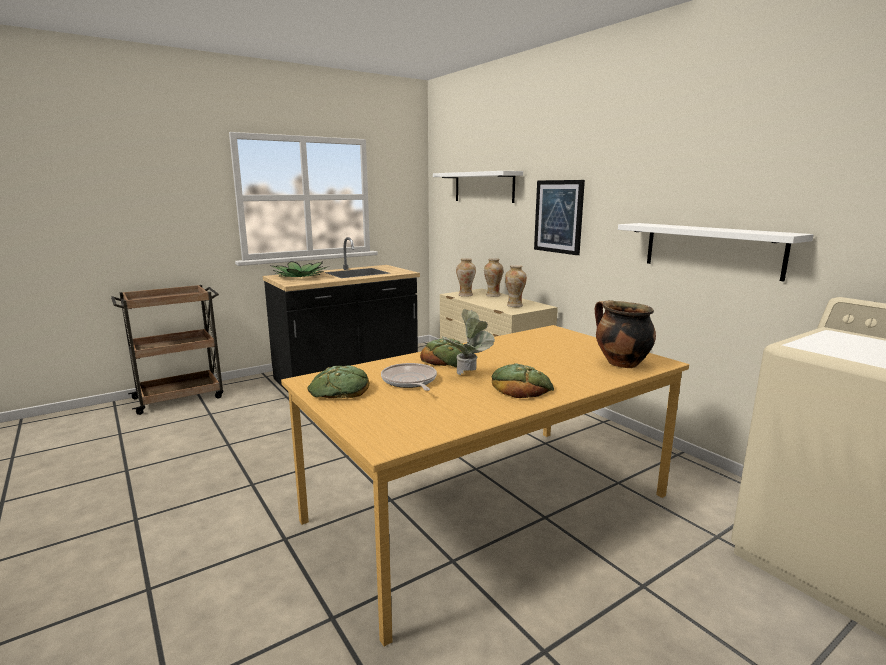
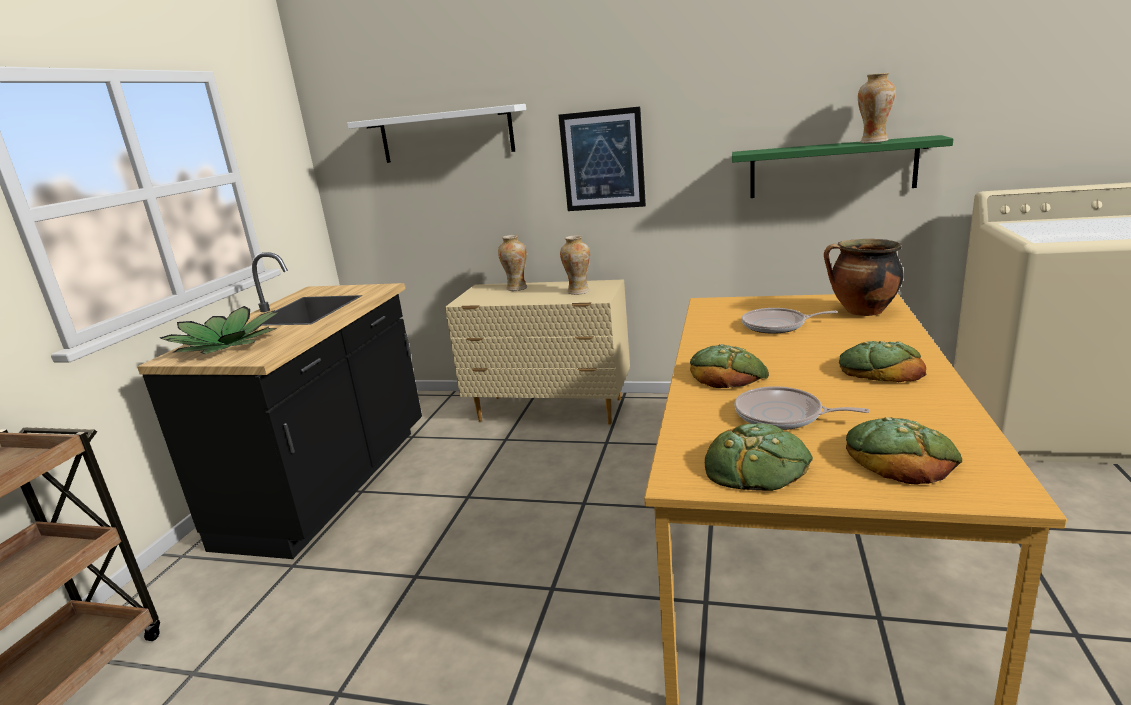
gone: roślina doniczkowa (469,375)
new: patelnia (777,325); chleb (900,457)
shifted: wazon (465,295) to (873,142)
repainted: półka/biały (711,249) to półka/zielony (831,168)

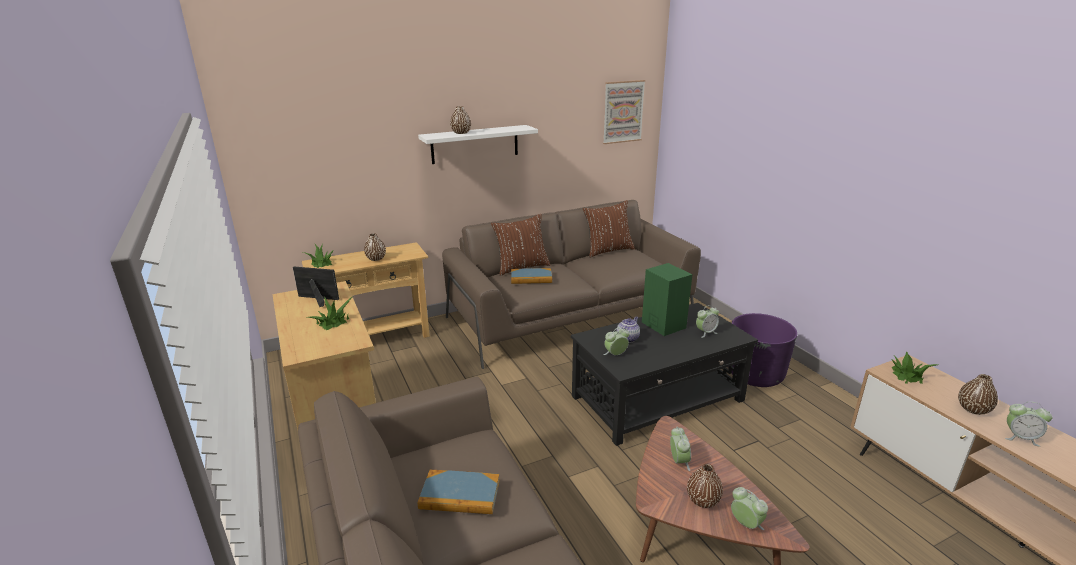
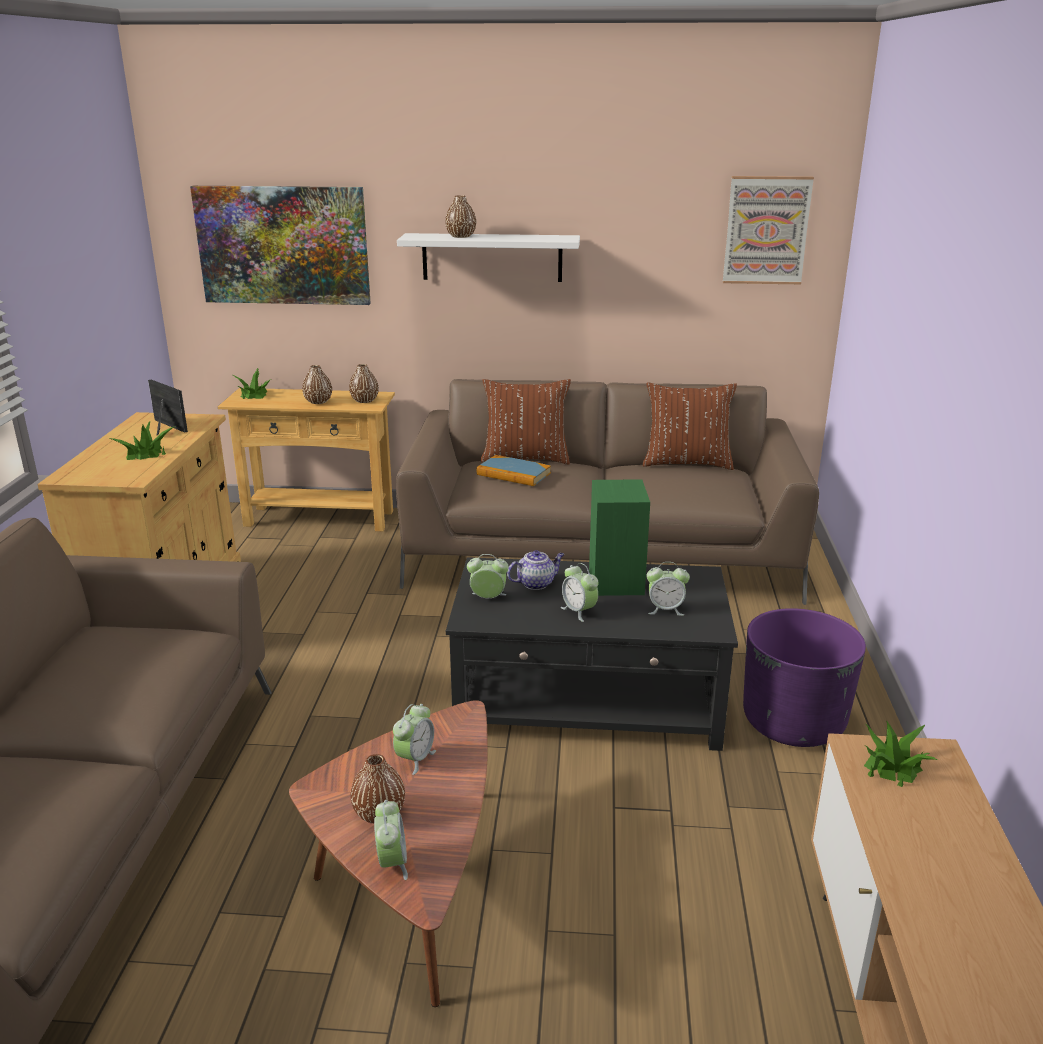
gone: książka (460,495)
new: obraz (283,245)
shifted: wazon/brązowy (973,409) to (364,400); budzik (1020,437) to (579,611)

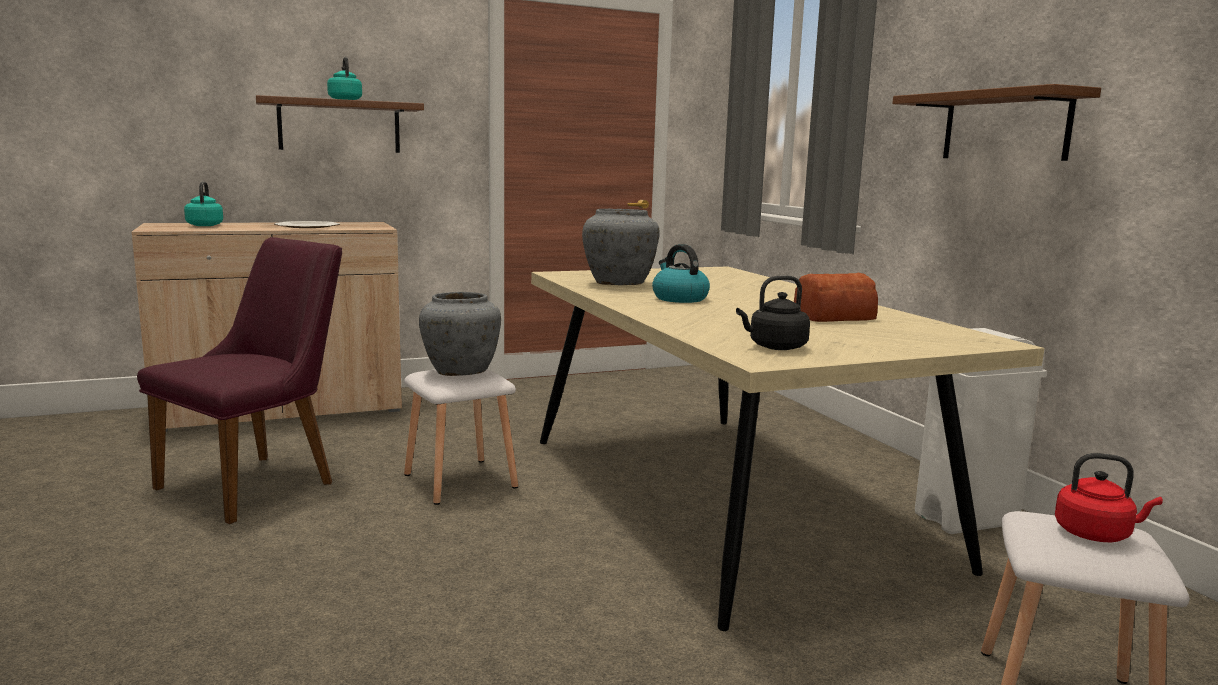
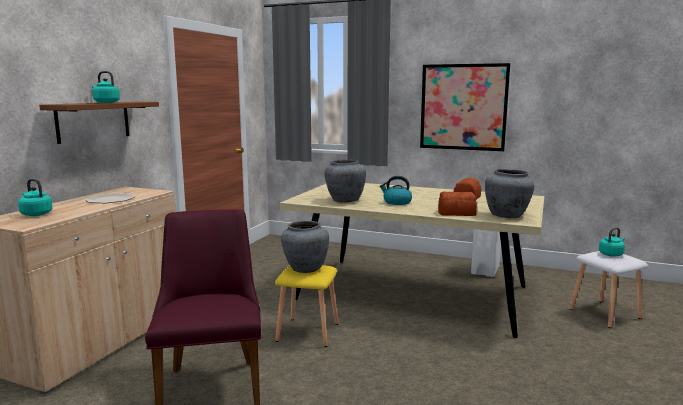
new: chleb (455,213)
swapped: półka/brązowy (1005,126) to obraz (463,107); czajnik/czarny (774,347) to wazon/szary (507,215)
repainted: stołek/biały (458,480) to stołek/żółty (306,332); czajnik/czerwony (1096,534) to czajnik/turkusowy (611,254)

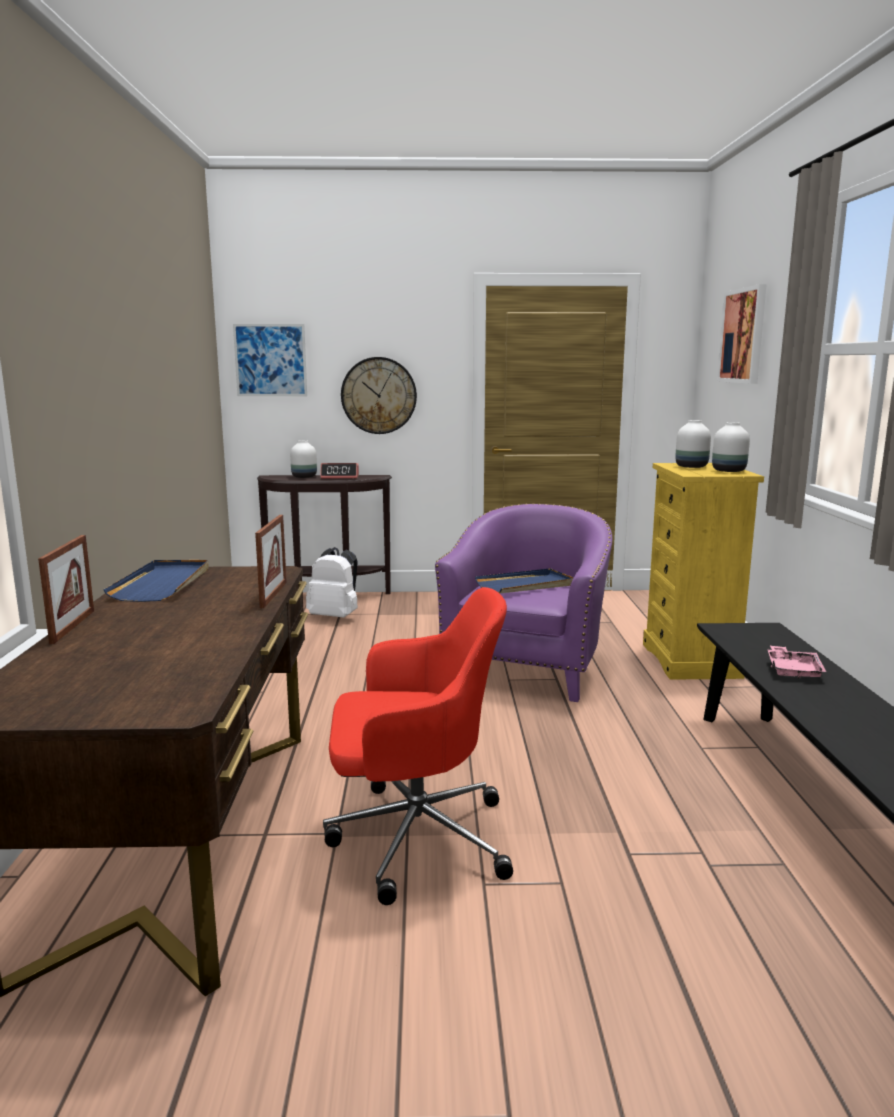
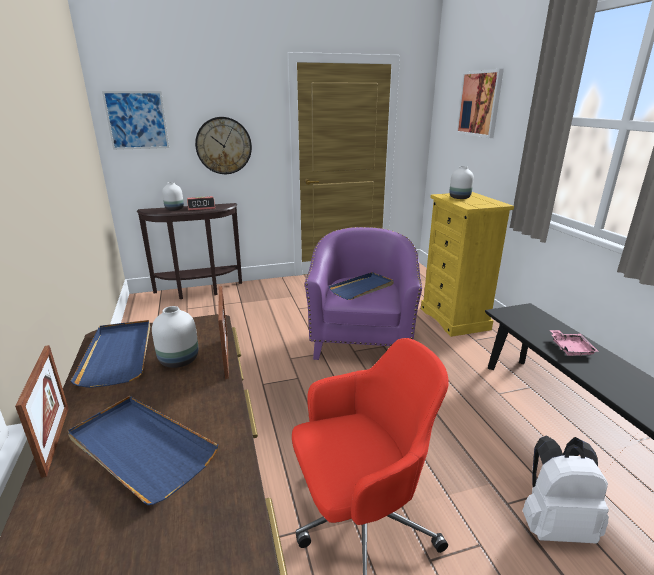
new: taca/niebieski (140,449)
shifted: wazon/biały (729,471) to (180,360); plecak/biały (335,617) to (554,525)

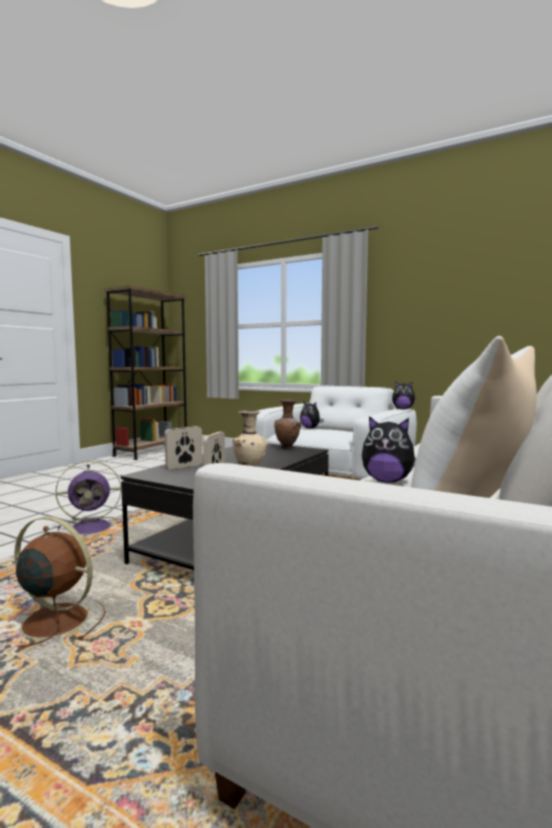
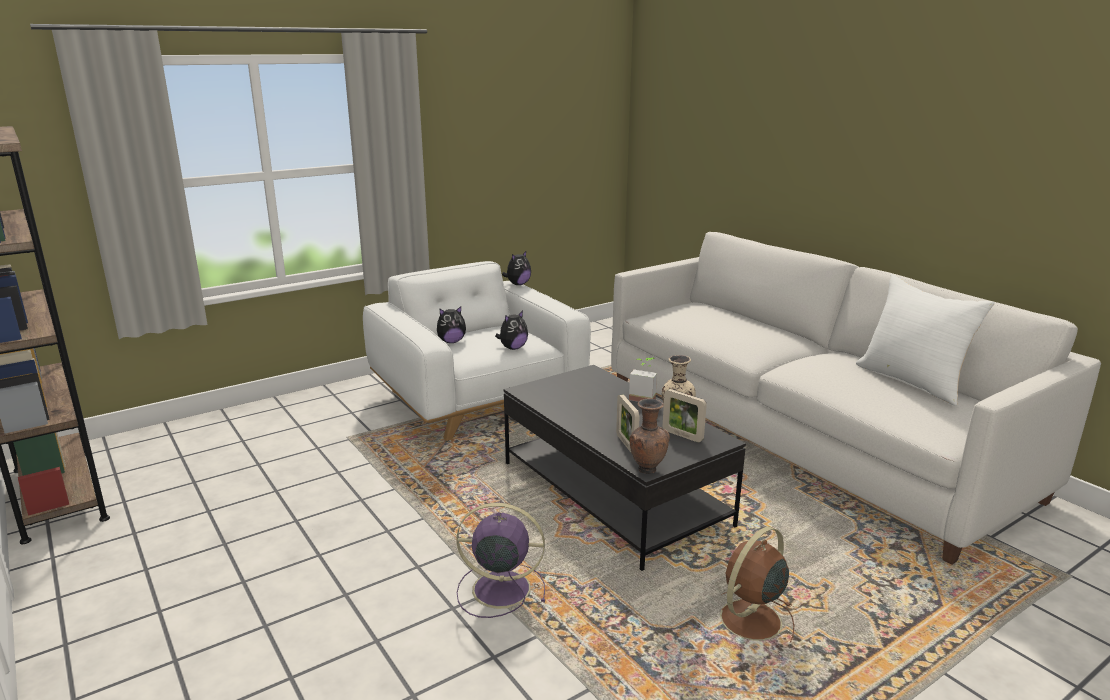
new: roślina doniczkowa (643,397)
shifted: pluszak (387,481) to (513,348); wazon/brązowy (287,448) to (647,469)
rotated: wentylator/fioletowy (93,528) = (498,589) 90 degrees counterclockwise

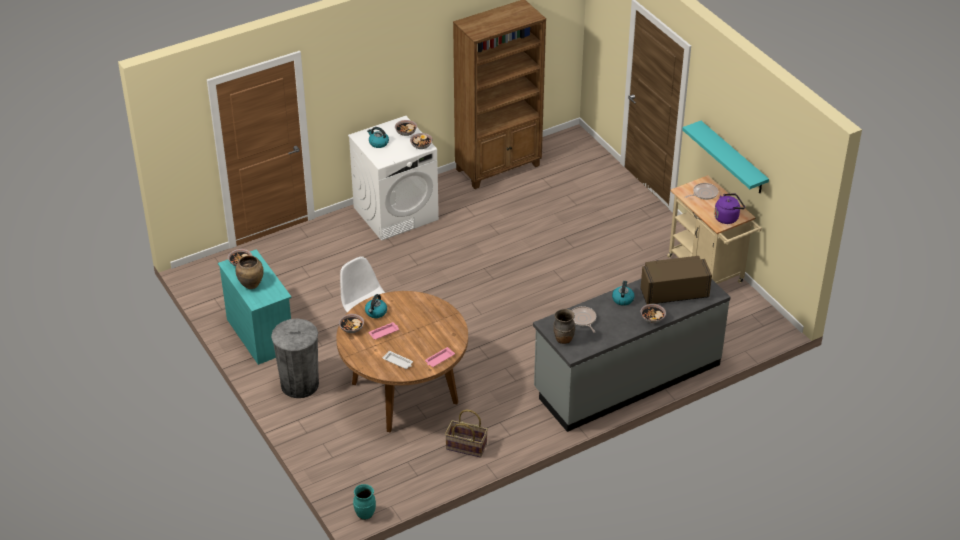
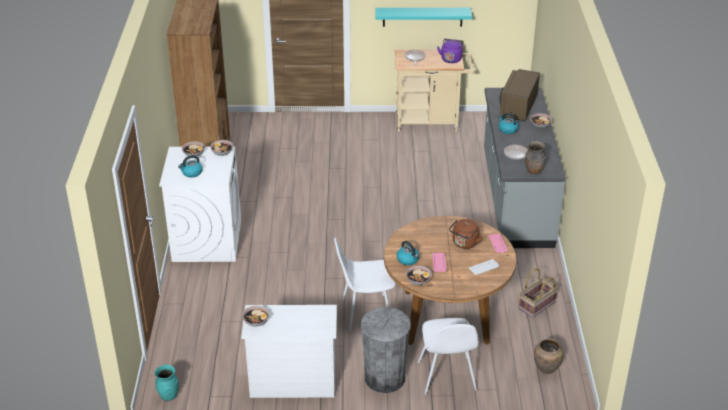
new: krzesło/biały (447,377); czajnik/brązowy (464,244)
shifted: wazon/turkusowy (365,513) to (168,395); wazon/brązowy (251,285) to (546,369)
repainted: komoda/turkusowy (260,334) to komoda/biały (292,381)

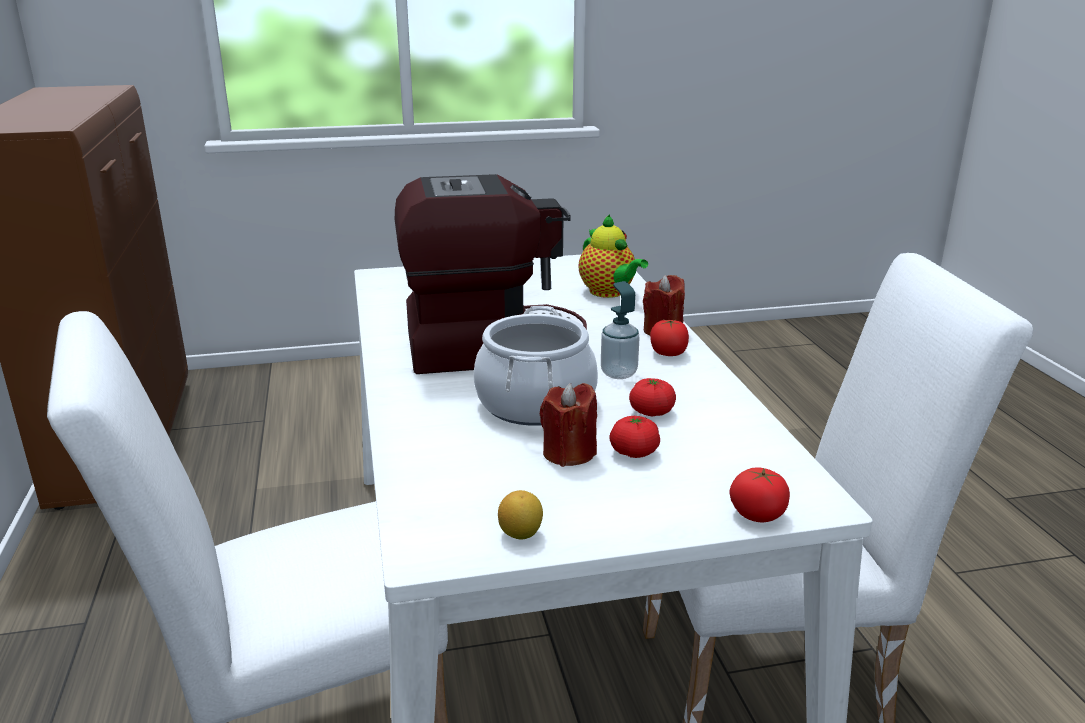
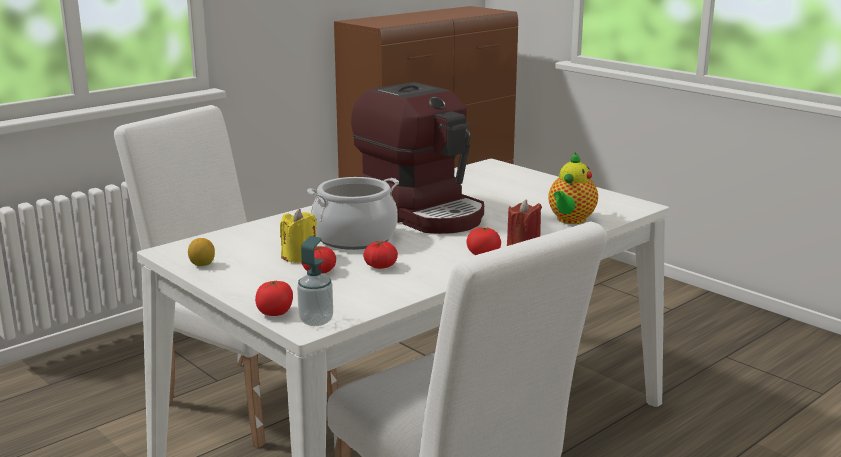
shifted: dozownik mydła (618,373) to (316,320)
repainted: świeca/czerwony (569,453) to świeca/żółty (300,257)

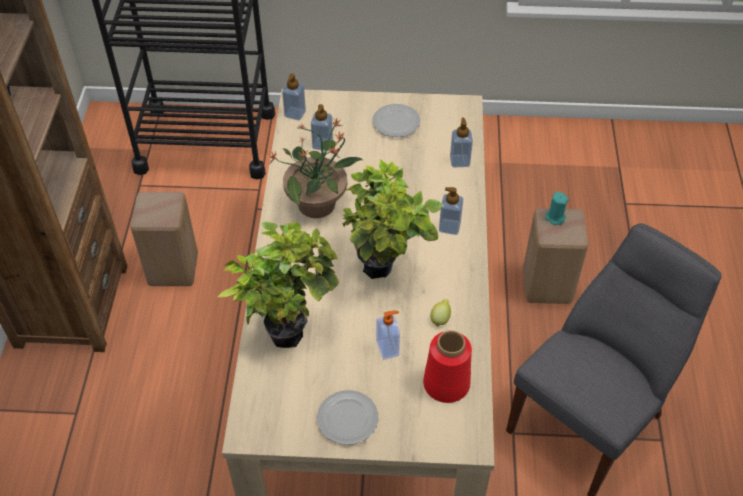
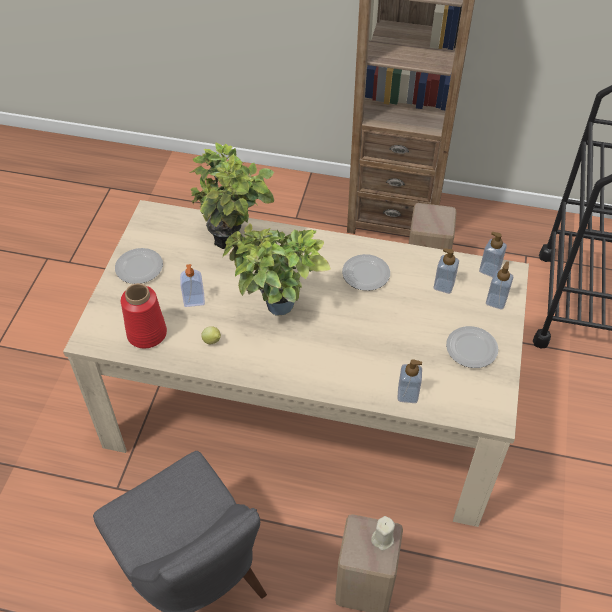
shifted: dozownik mydła (449,227) to (496,301)
swapped: roślina doniczkowa (318,204) to talerz (365,274)
repainted: świeca/turkusowy (555,218) to świeca/beżowy (382,539)

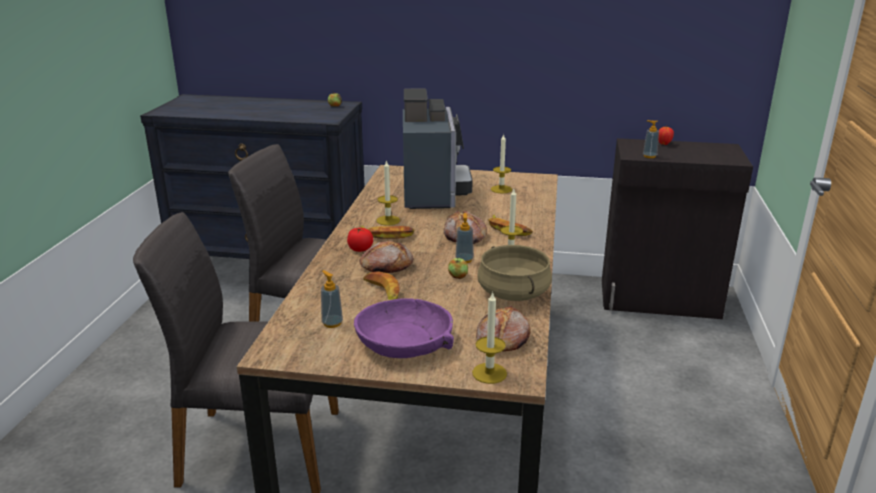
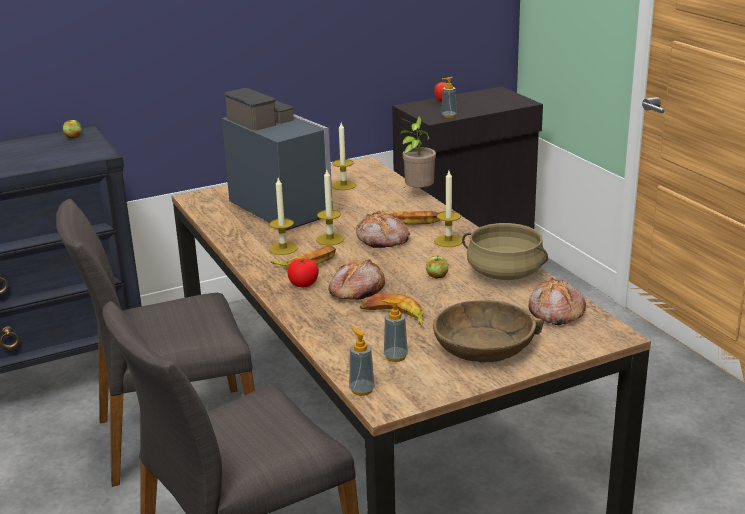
new: roślina doniczkowa (418,193)
shifted: świeca (489,373) to (330,239); dozownik mydła (464,260) to (362,390)
repainted: miska/fioletowy (405,341) to miska/brązowy (484,345)

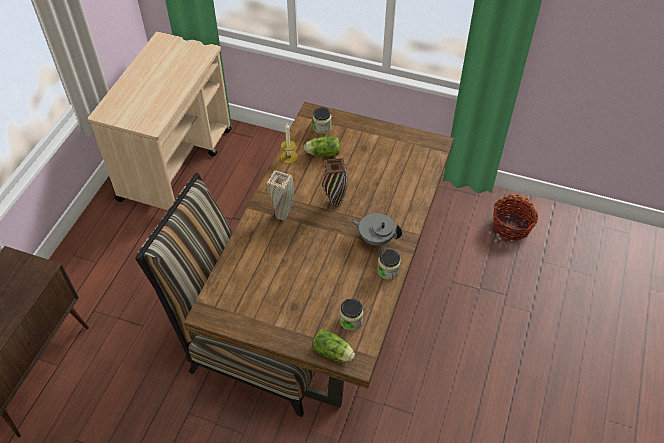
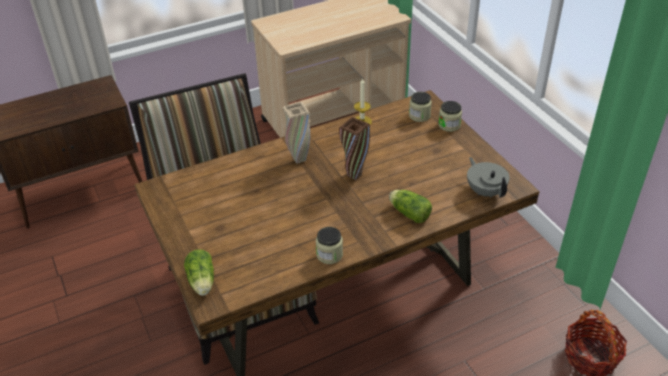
shifted: sałata (322,153) to (408,213); słoik (351,320) to (449,125); imbryk/szary (375,238) to (485,191)

